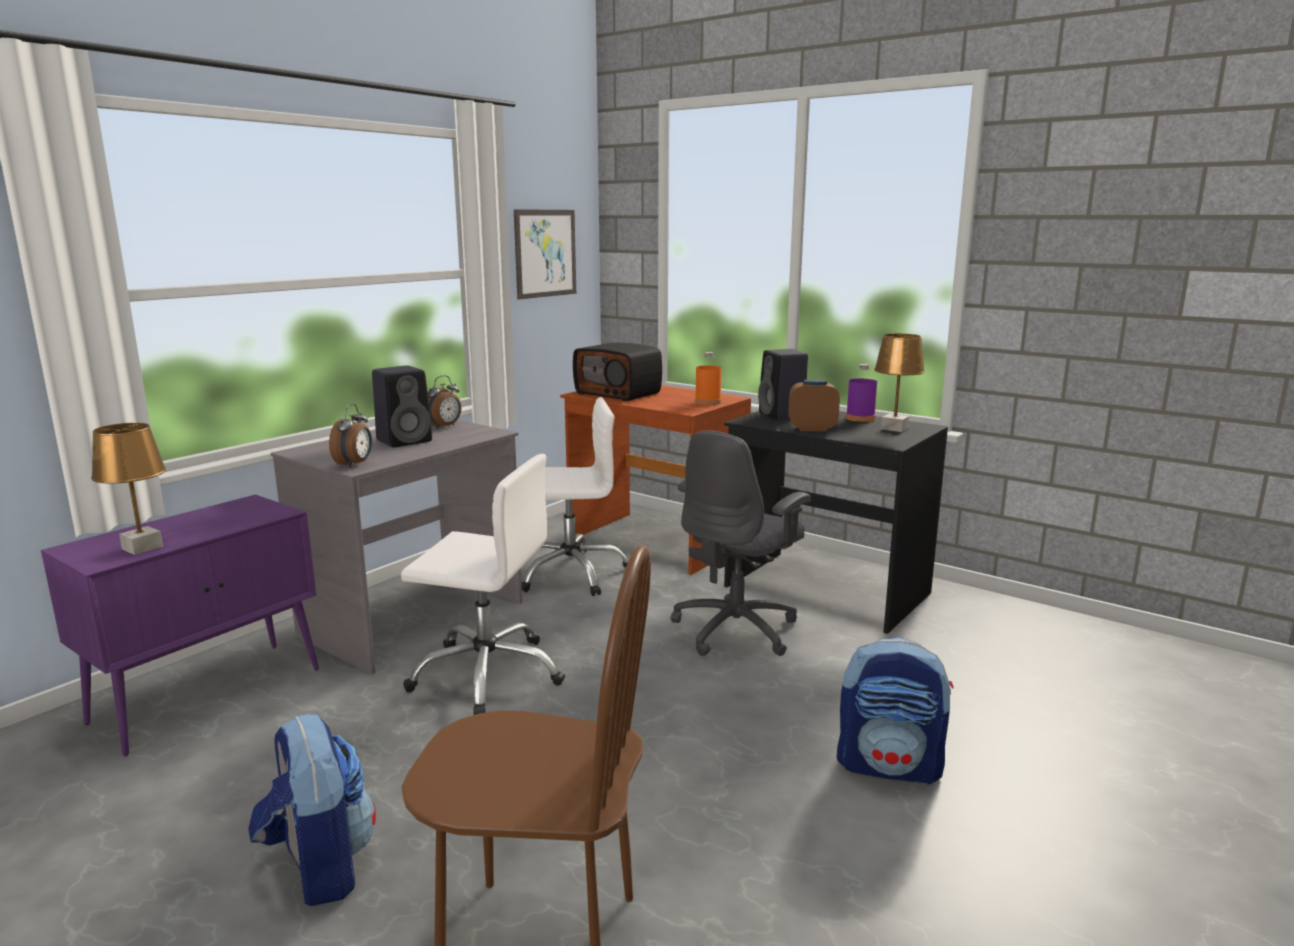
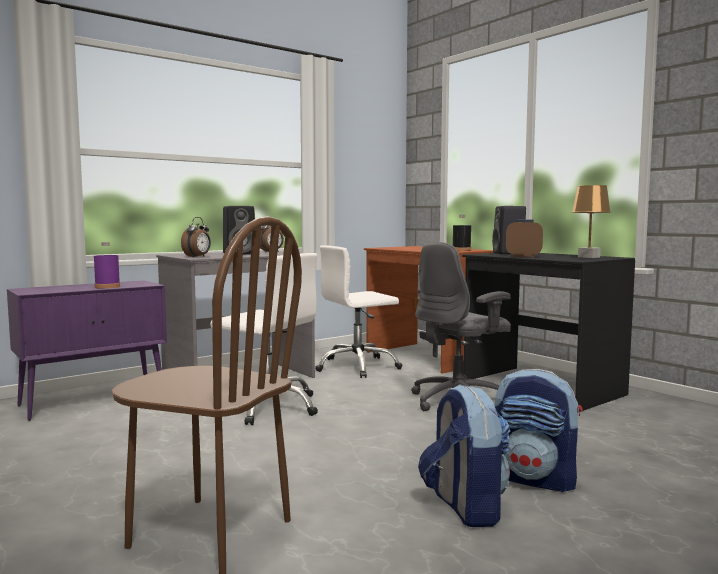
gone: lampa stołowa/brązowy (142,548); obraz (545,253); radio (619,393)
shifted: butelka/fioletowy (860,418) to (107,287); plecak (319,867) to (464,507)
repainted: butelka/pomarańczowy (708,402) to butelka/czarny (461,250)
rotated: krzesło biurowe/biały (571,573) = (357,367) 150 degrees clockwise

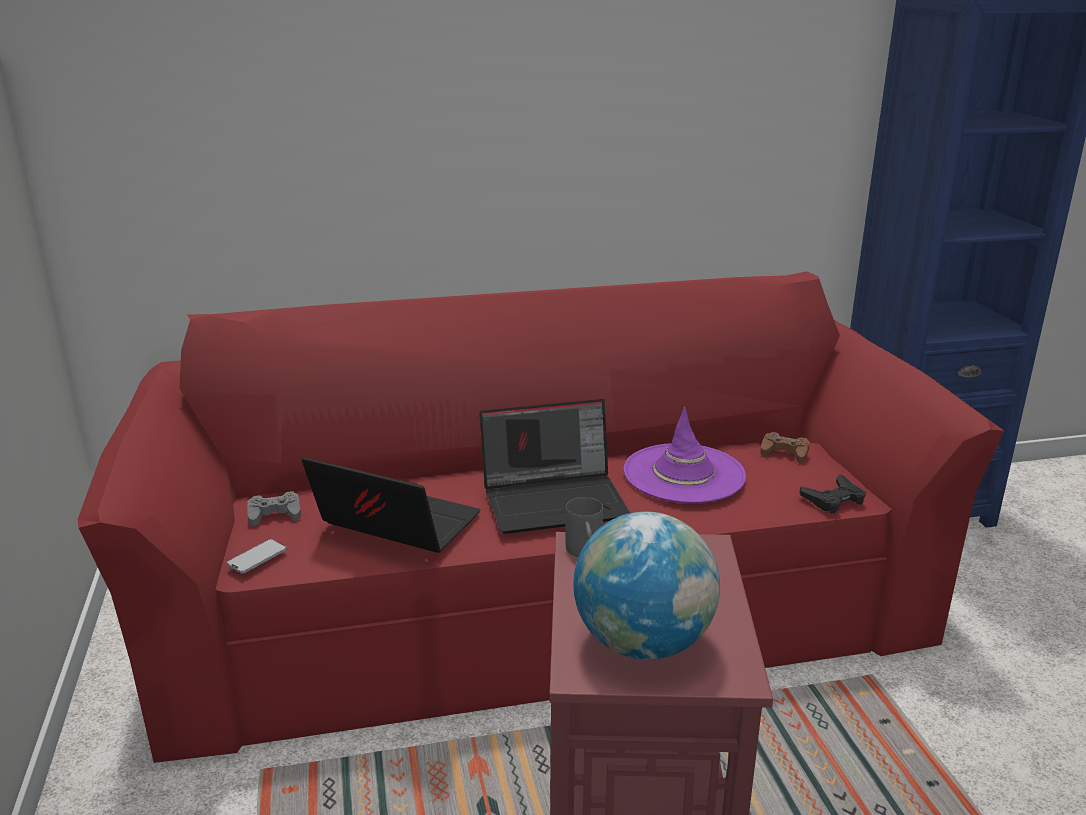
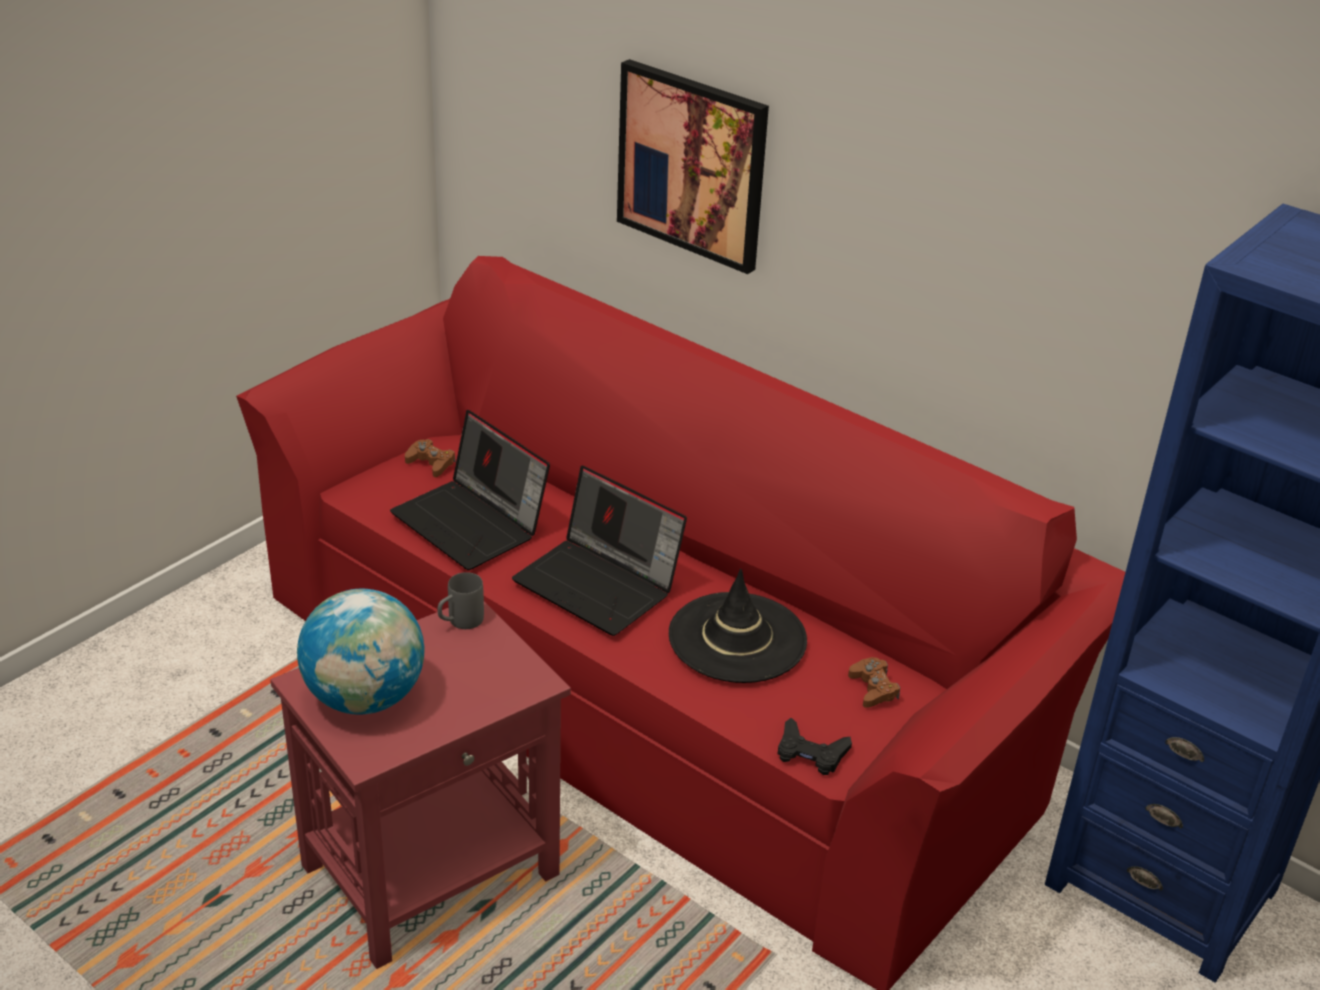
gone: telefon (257,557)
new: obraz (692,164)
repainted: pad do gier/szary (275,514) to pad do gier/brązowy (431,463); kapelusz/fioletowy (684,474) to kapelusz/czarny (737,638)
rotated: laptop (394,525) = (472,523) 150 degrees clockwise

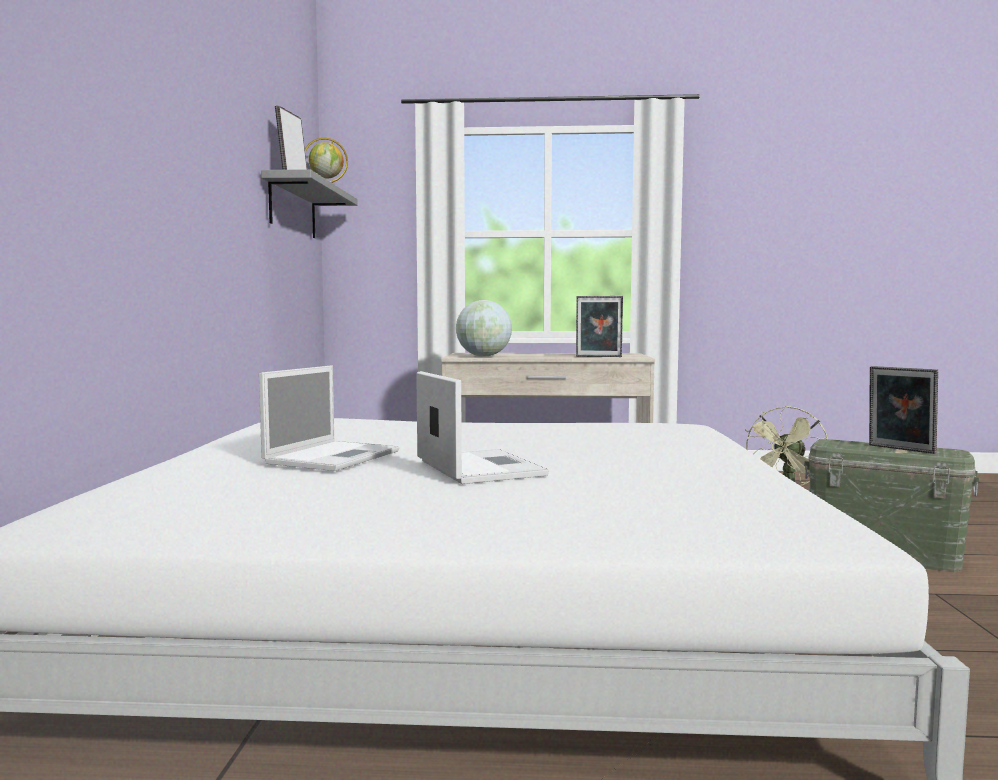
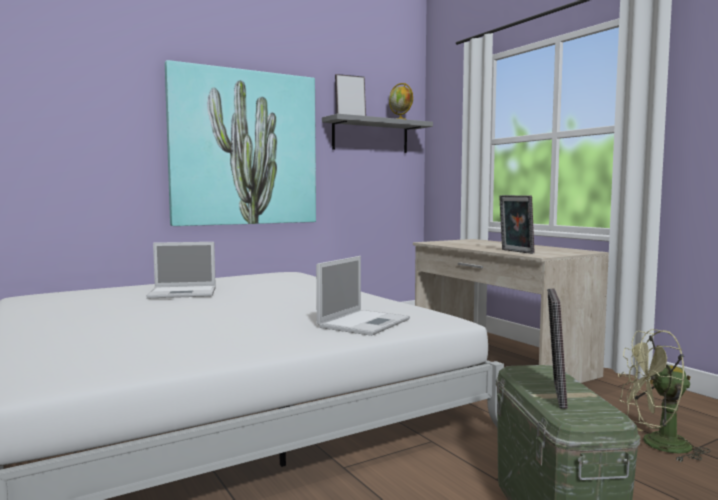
gone: globus (483,356)
new: obraz (244,148)
shifted: laptop (478,467) to (365,323)

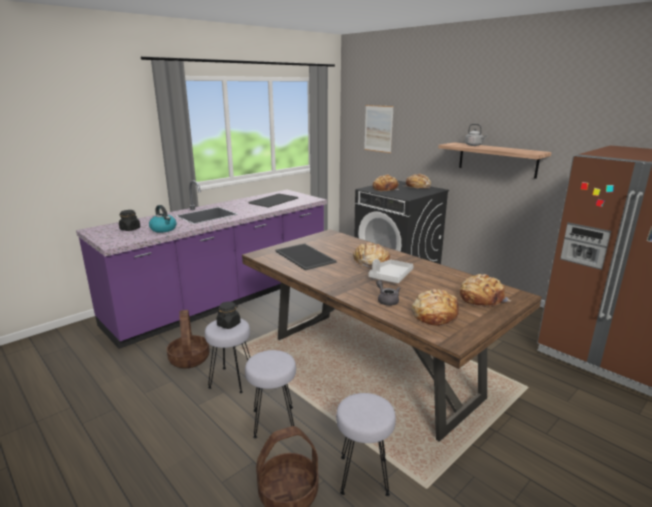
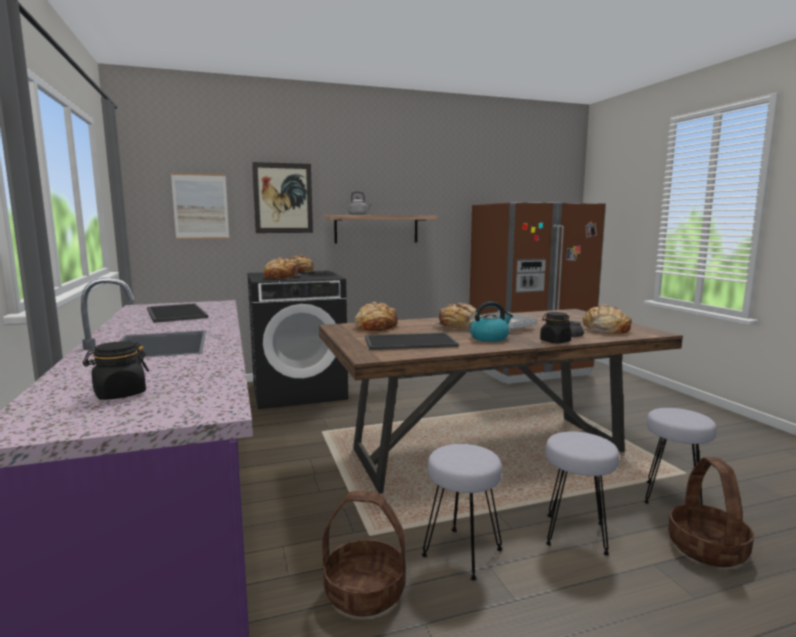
new: obraz (283,198)
shifted: chleb (481,298) to (376,327); czajnik (164,229) to (489,338); słoik/czarny (229,324) to (555,341)

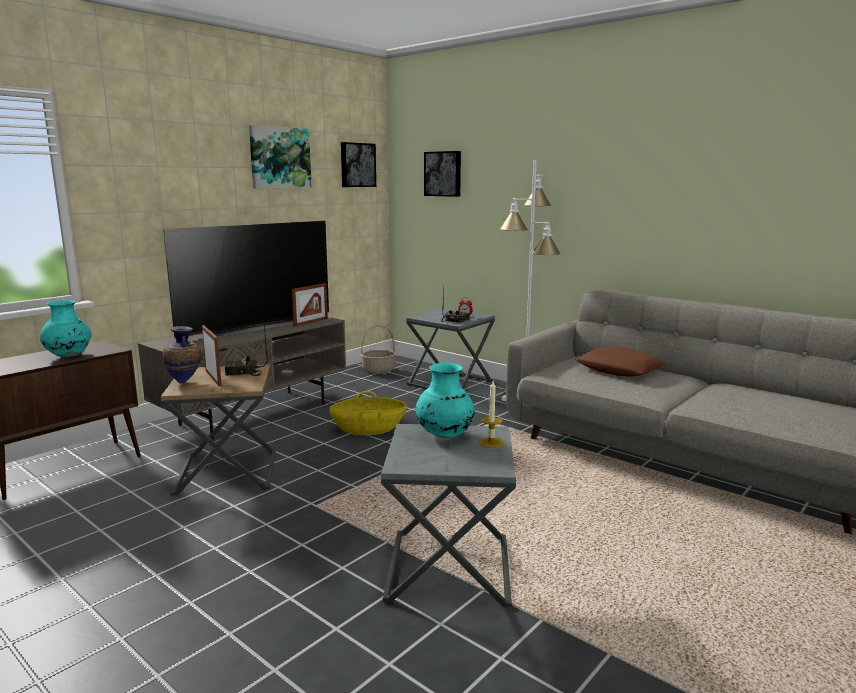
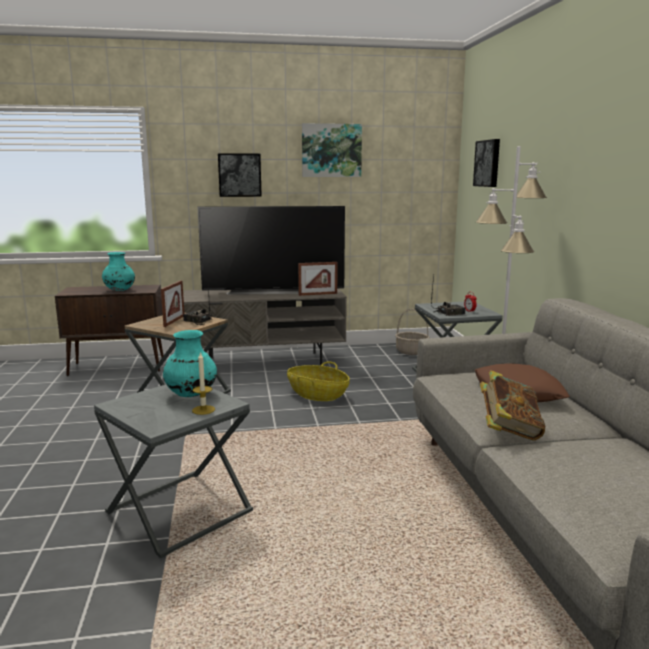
gone: wazon (185,382)
new: książka (509,430)
shifted: obraz (357,165) to (239,175)

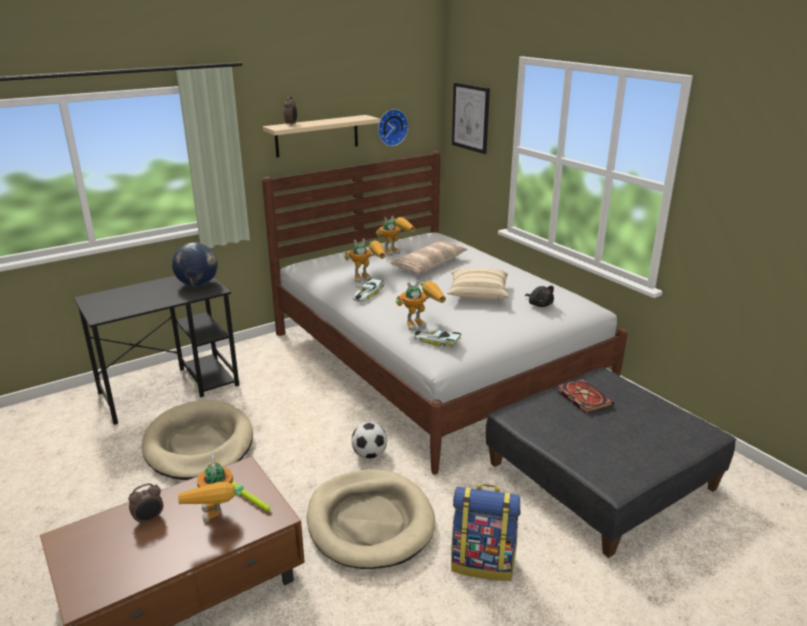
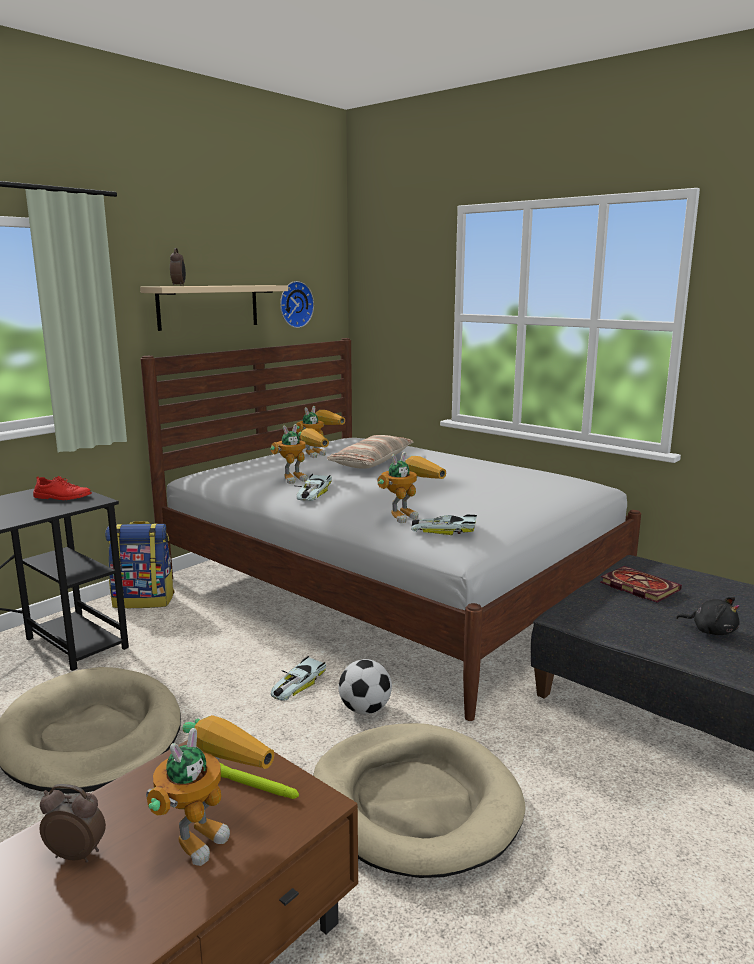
gone: poduszka/beżowy (478,294); obraz (470,117)
new: samochodzik (296,683)
shifted: plecak (483,562) to (144,600); pluszak/czarny (539,304) to (711,631)
swapped: globus (197,284) to but/czerwony (62,497)
rotated: budzik (149,519) = (77,854) 120 degrees counterclockwise; robot zabawkowy (218,519) = (210,828) 120 degrees counterclockwise

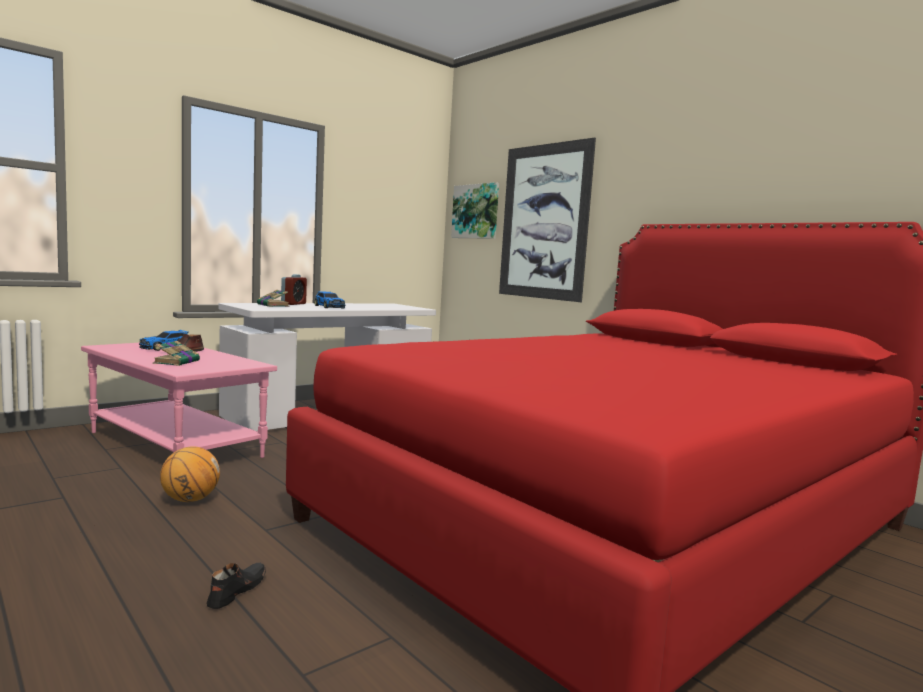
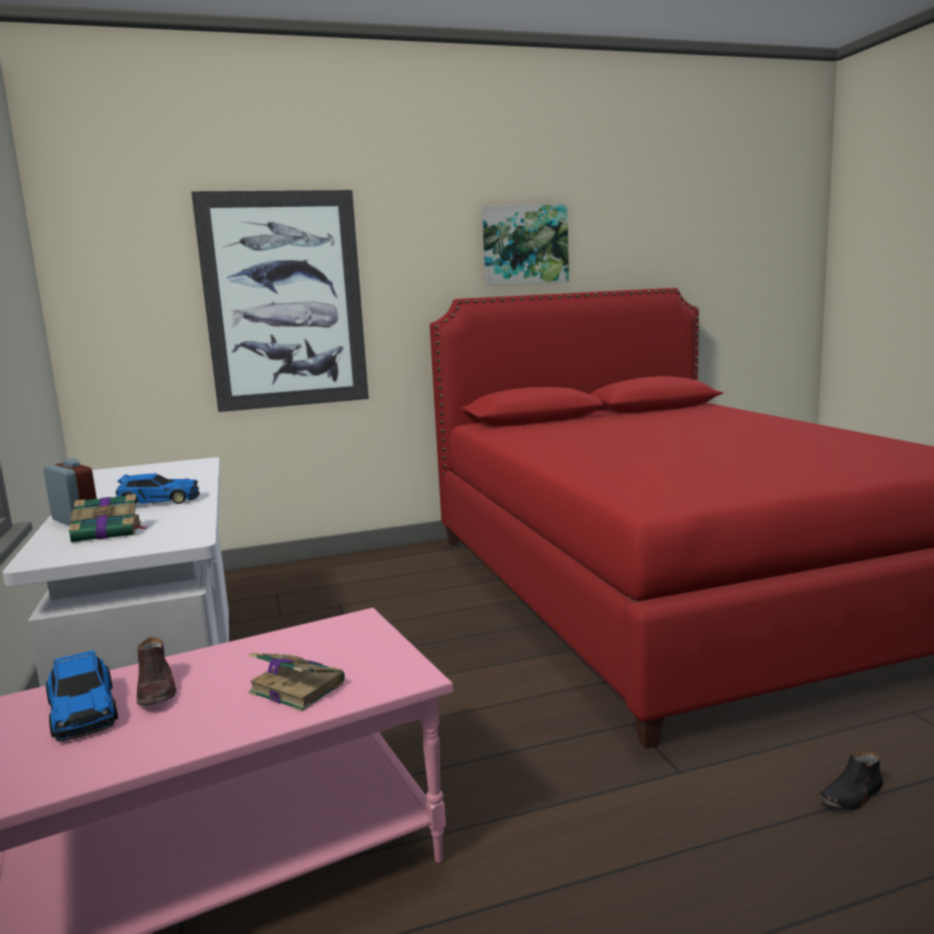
gone: piłka do koszykówki (190,500)
shifted: obraz (476,211) to (525,245)
rotated: but/czarny (236,591) = (851,795) 75 degrees counterclockwise

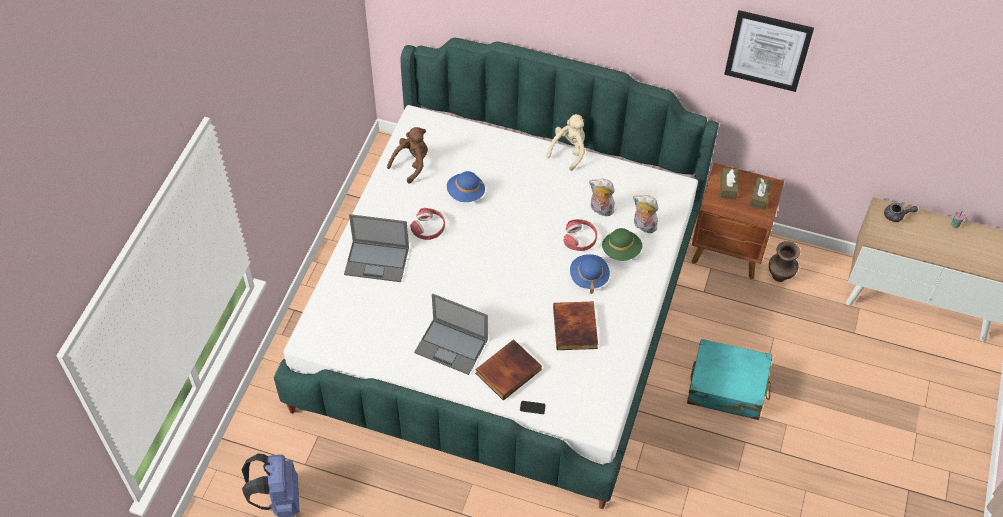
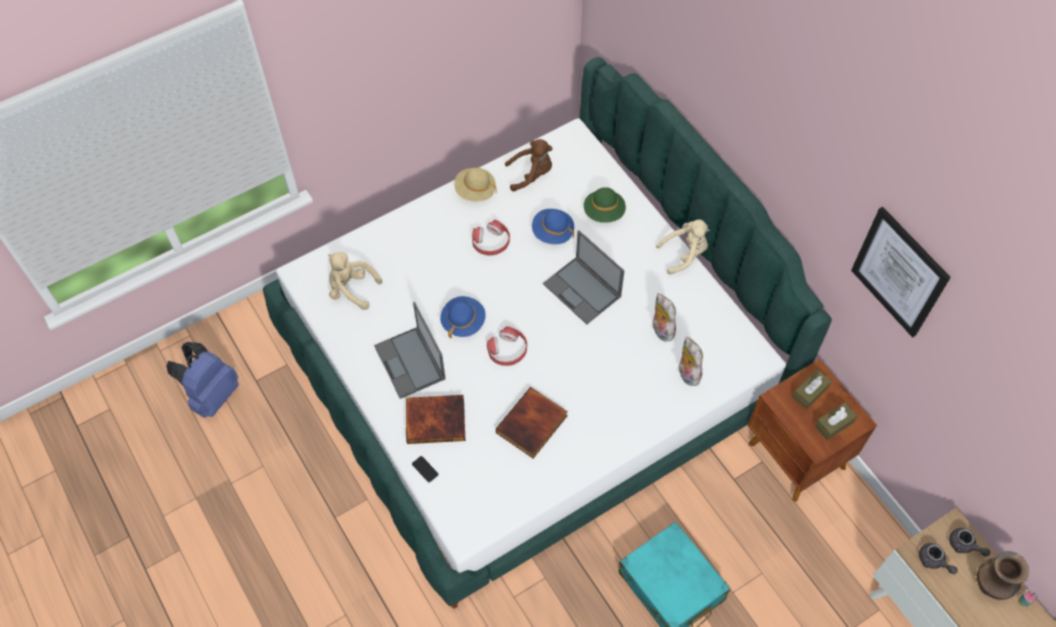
new: pluszak/beżowy (351,289); kapelusz/beżowy (475,191); imbryk/szary (933,561)
shifted: kapelusz/niebieski (589,277) to (463,322); słuchawki/czerwony (580,238) to (507,350); laptop (377,261) to (582,290); kapelusz/zielony (621,251) to (604,212); wazon/brązowy (780,276) to (990,586)

